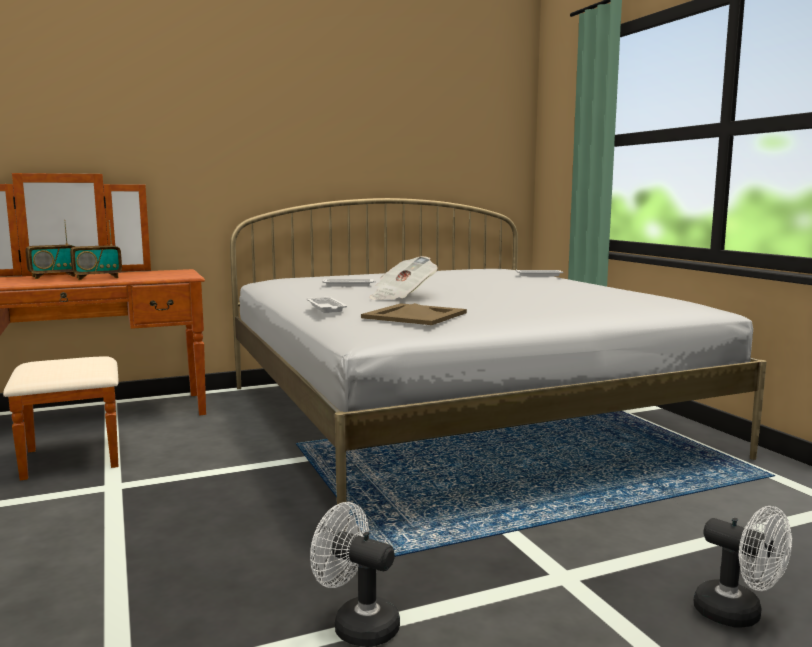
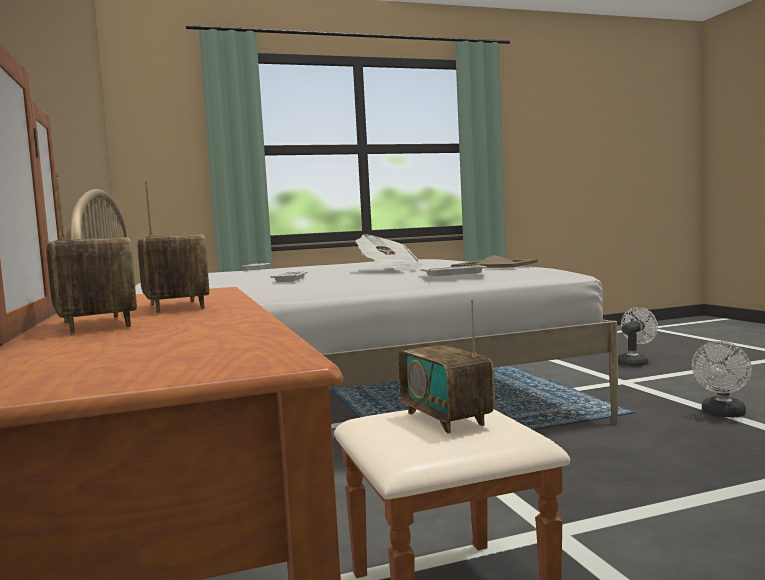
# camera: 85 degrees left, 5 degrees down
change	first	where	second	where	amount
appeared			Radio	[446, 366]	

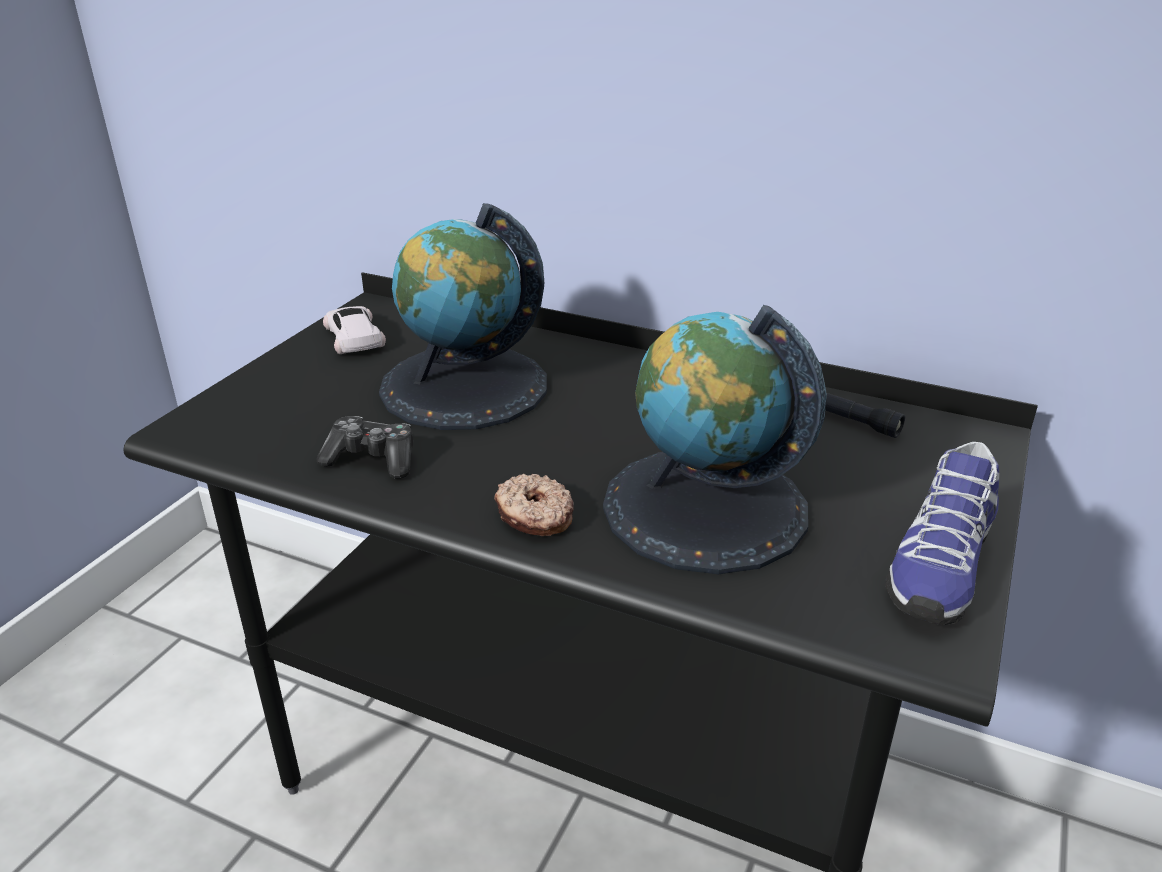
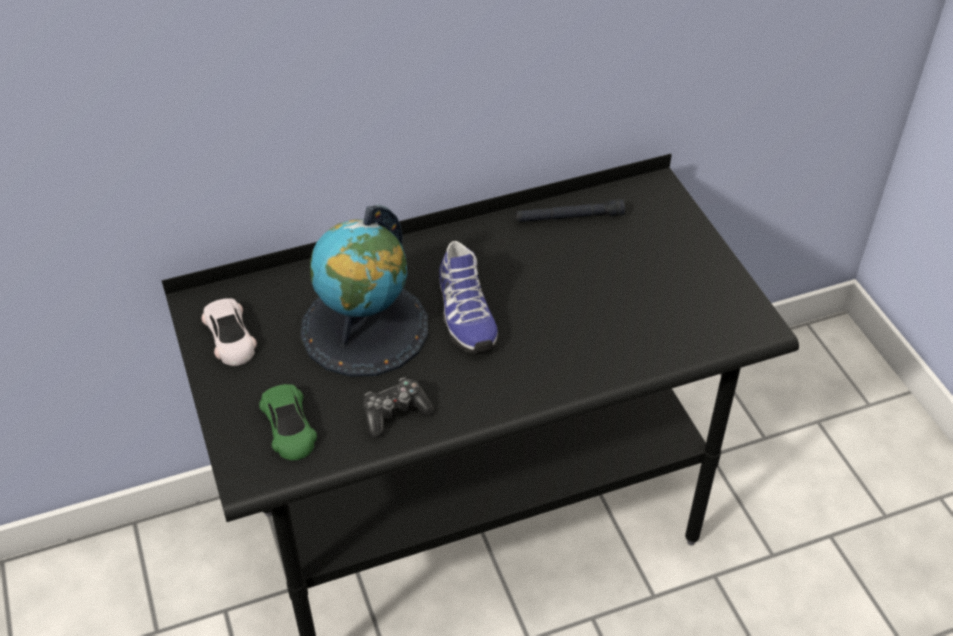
# camera: 45 degrees left, 15 degrees up
change	first	where	second	where	amount
missing	Donut	[534, 505]			
missing	Globe	[715, 439]			
appeared			GreenToyCar	[288, 422]	
relocated	Shoe	[942, 533]		[468, 297]	
spun	WhiteToyCar	[354, 330]		[229, 332]	135 degrees counterclockwise

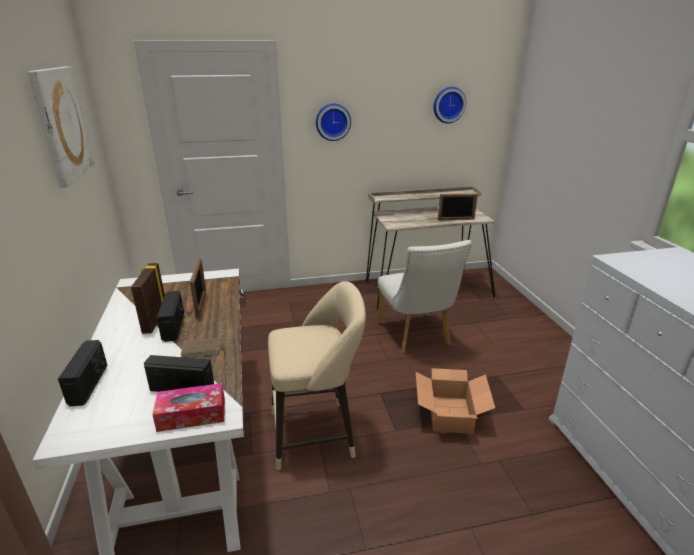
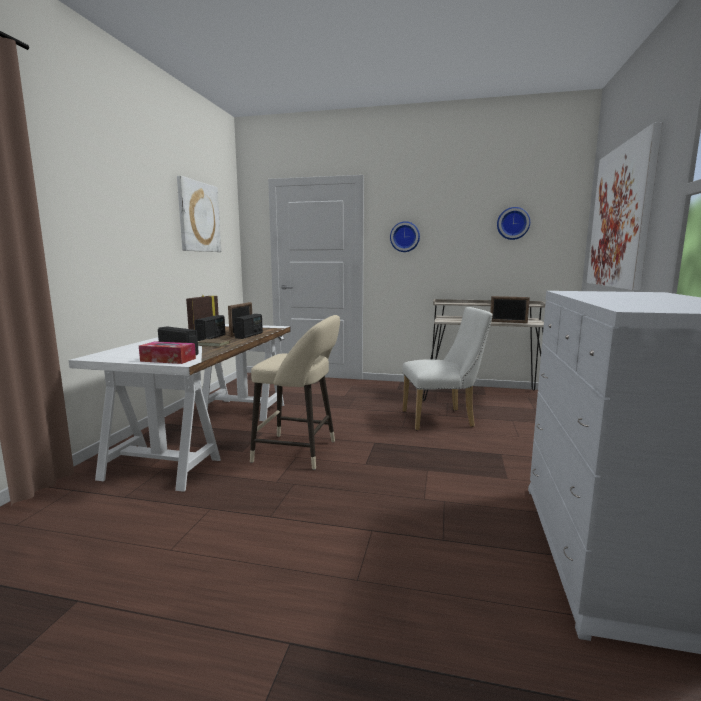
# camera: 25 degrees right, 15 degrees down
change	first	where	second	where	amount
missing	CardboardBox	[455, 401]			
appeared			Picture	[624, 206]	
relocated	Radio	[83, 373]		[248, 326]	
spun	WhiteChair	[425, 296]		[447, 368]	105 degrees counterclockwise

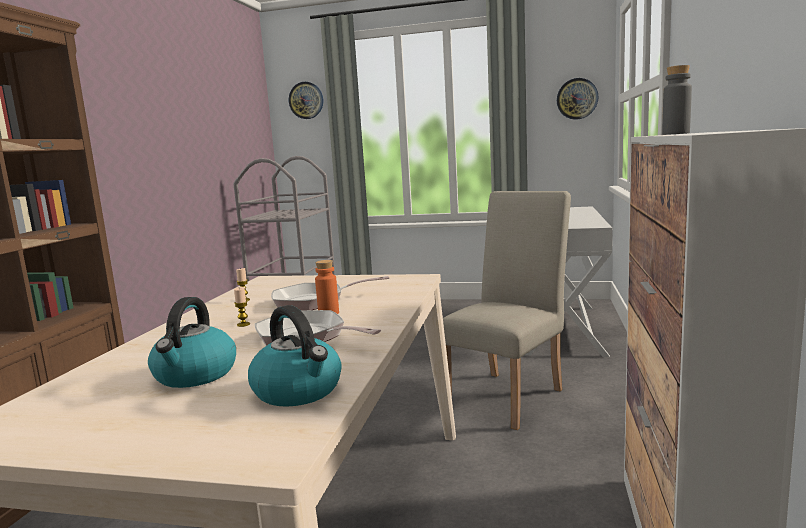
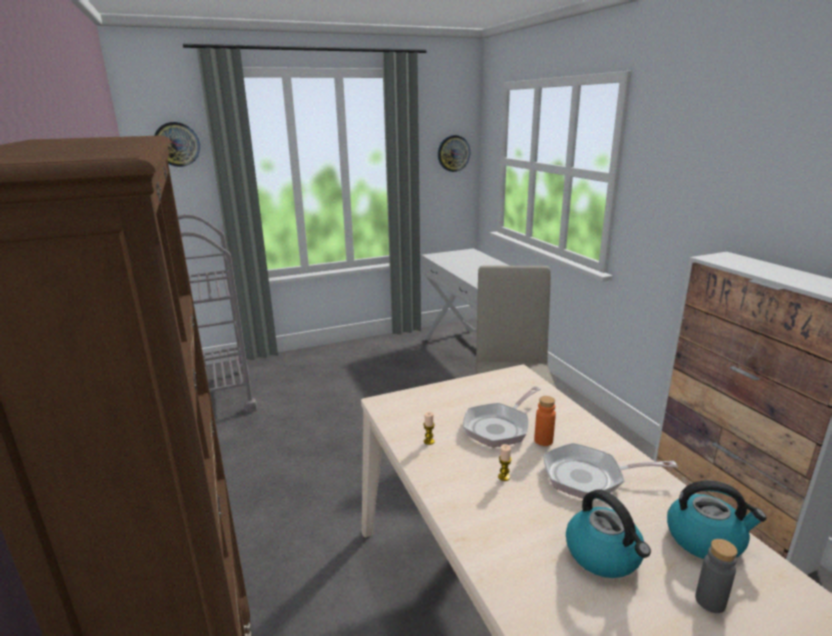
# camera: 35 degrees left, 10 degrees up
change	first	where	second	where	amount
relocated	GreyBottle	[677, 100]		[716, 576]	

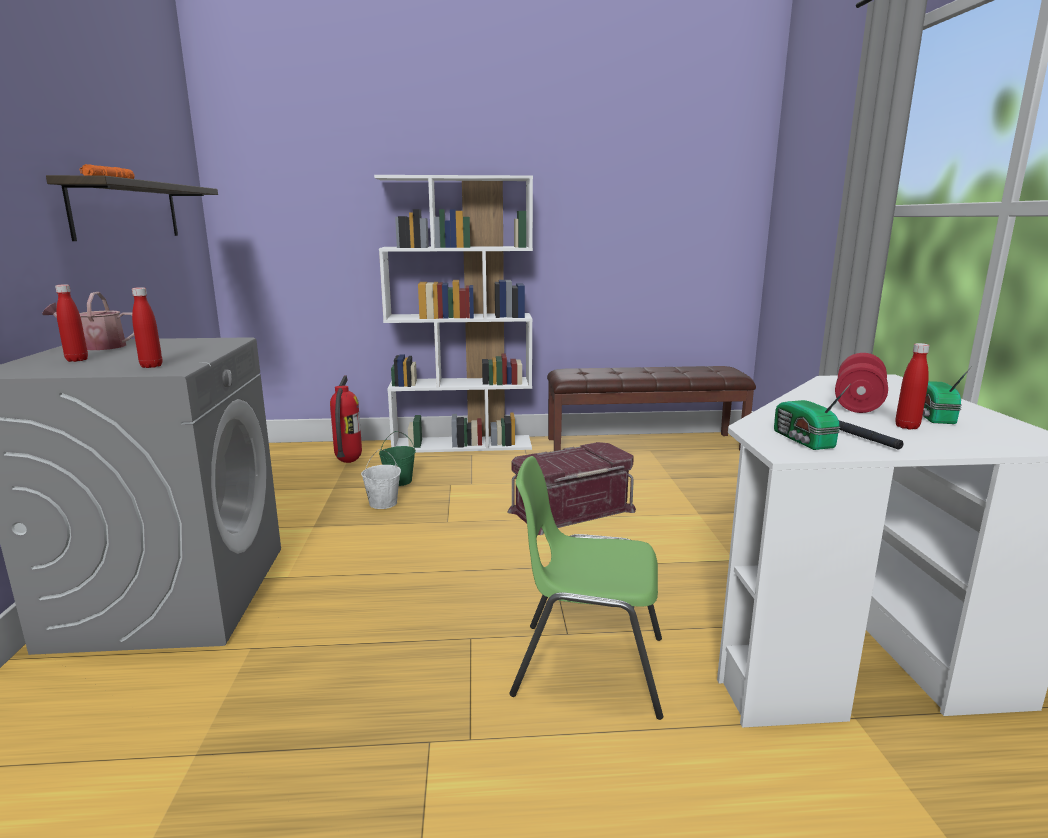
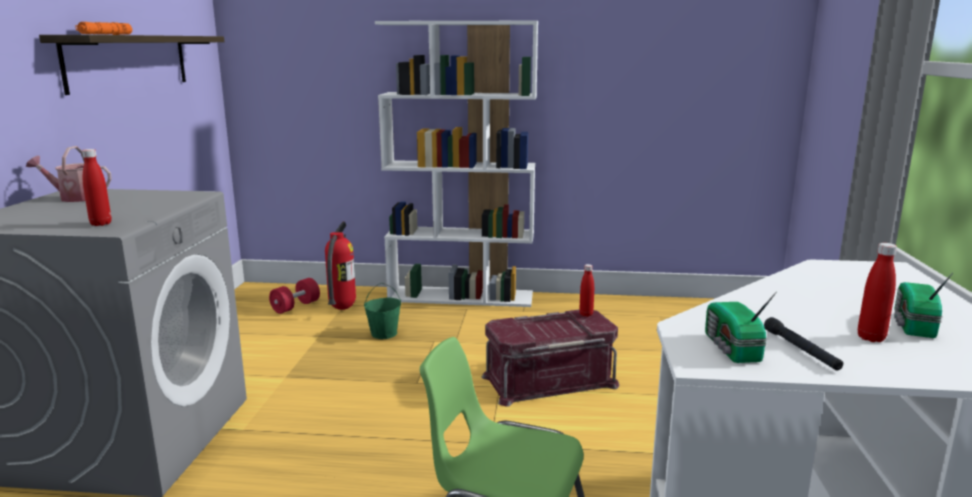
# camera: 10 degrees right, 0 degrees up
change	first	where	second	where	amount
missing	WhiteBucket	[381, 479]			
missing	BrownBench	[651, 408]			
relocated	RedBottle	[71, 323]		[586, 290]	
relocated	RedDumbbell	[861, 383]		[294, 296]	

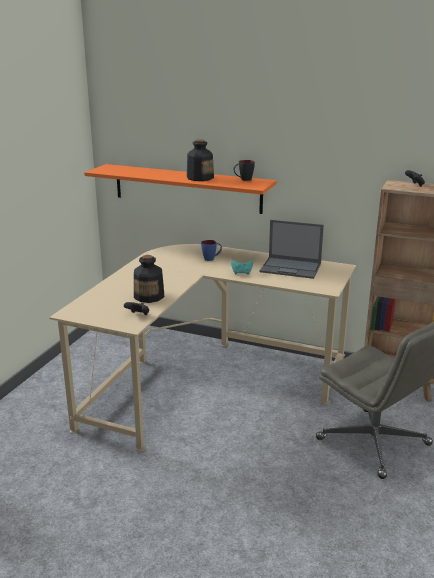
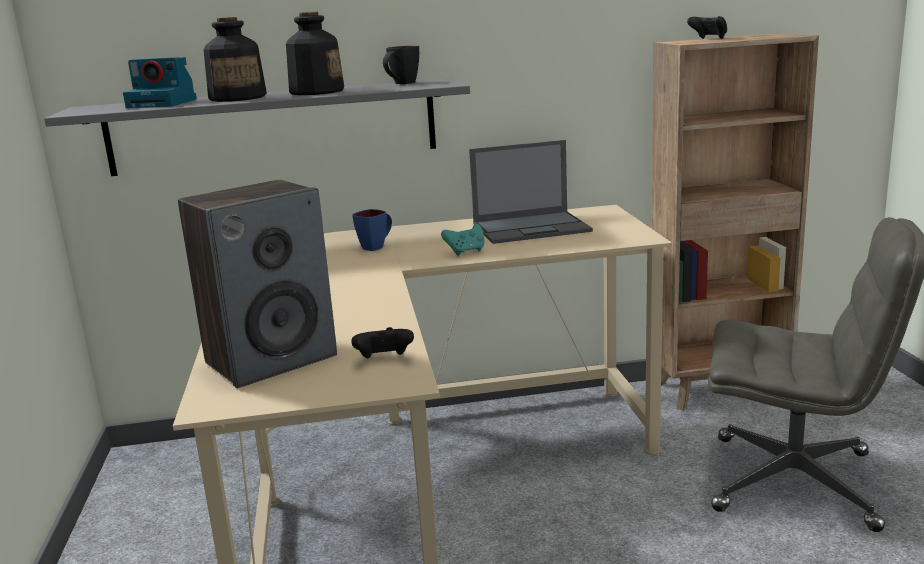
# camera: 30 degrees left, 5 degrees down
change	first	where	second	where	amount
appeared			PhotoCamera	[160, 82]	
appeared			Speaker	[257, 284]	
relocated	Bottle	[149, 279]		[235, 59]	
colour	OrangeShelf	[180, 189]	GreyShelf	[257, 127]	

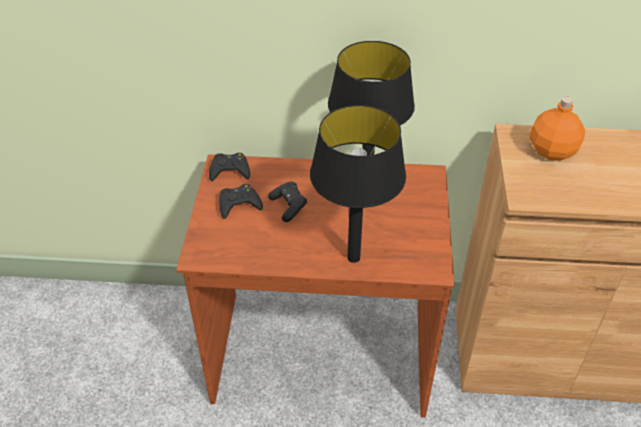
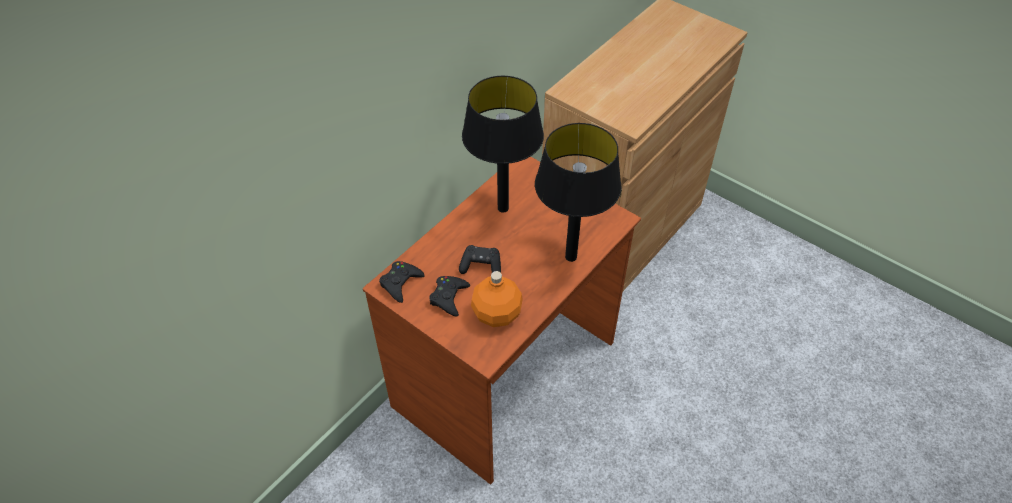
# camera: 55 degrees left, 5 degrees up
change	first	where	second	where	amount
relocated	OrangeBottle	[557, 128]		[497, 299]	

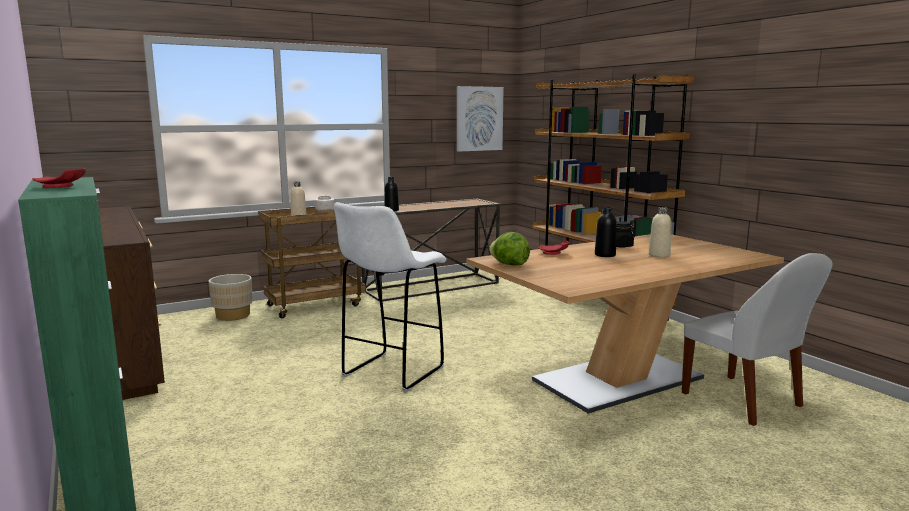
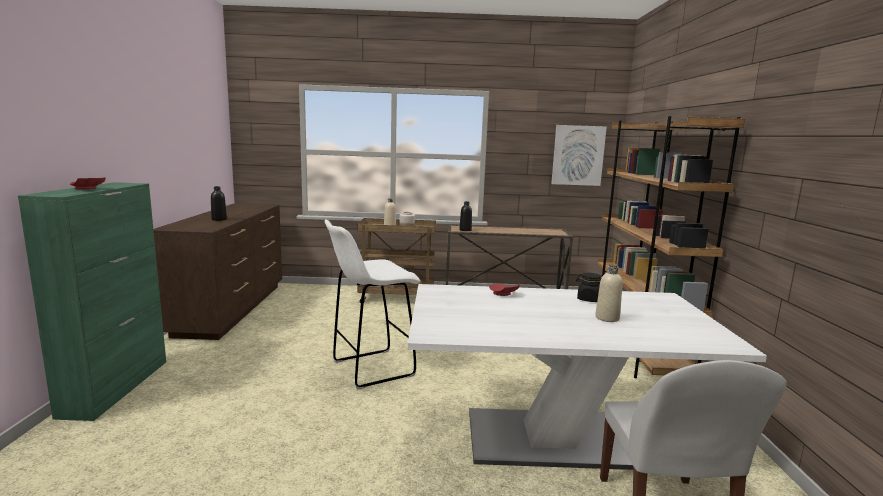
# camera: 30 degrees right, 0 degrees up
change	first	where	second	where	amount
missing	BeigePlanter	[231, 297]			
missing	Lettuce	[509, 248]			
relocated	BlackBottle	[606, 232]		[219, 203]	
colour	BrownDiningTable	[625, 324]	WhiteDiningTable	[587, 377]	

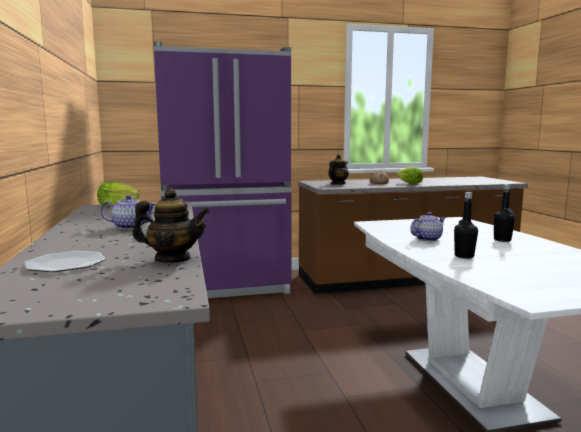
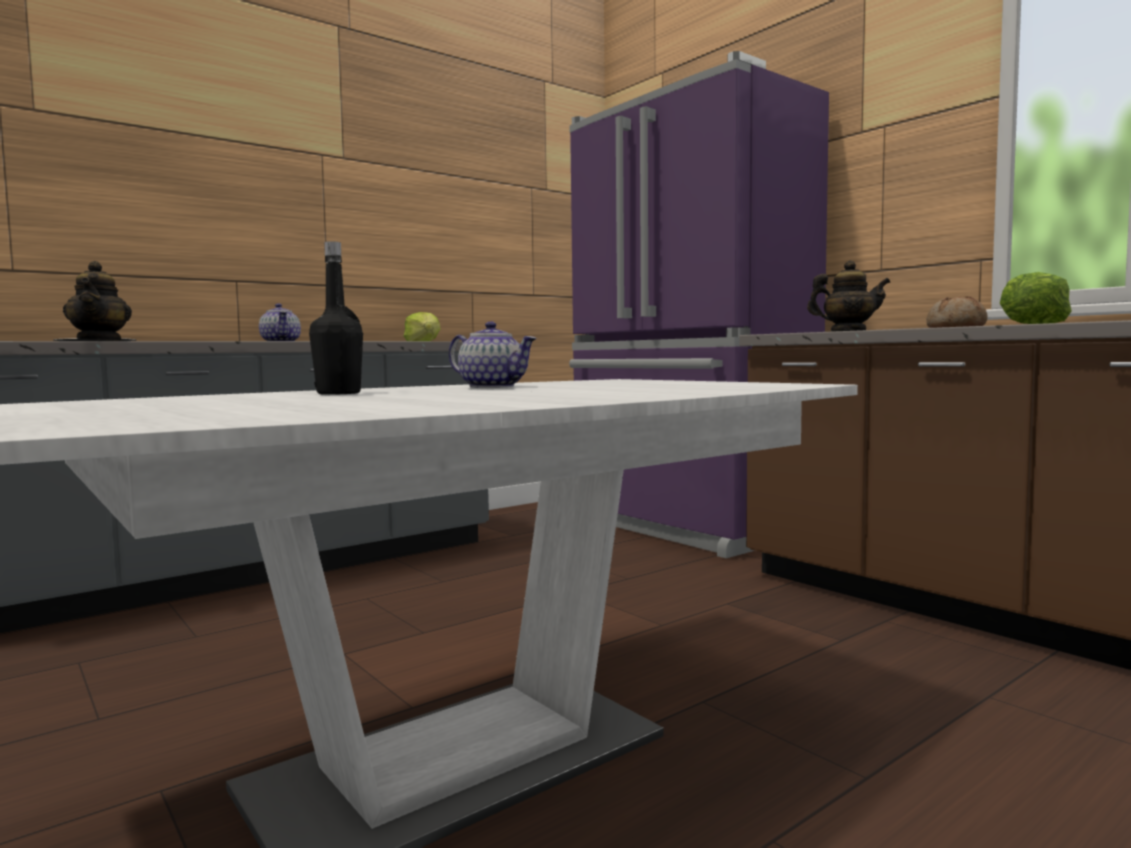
# camera: 65 degrees right, 5 degrees down
change	first	where	second	where	amount
missing	BlackBottle	[504, 213]			

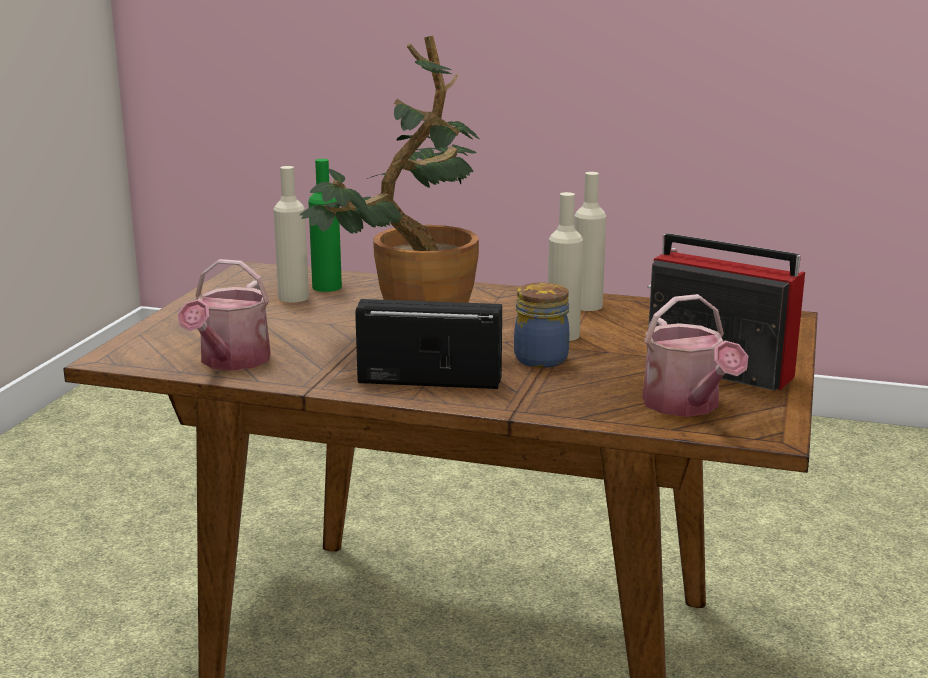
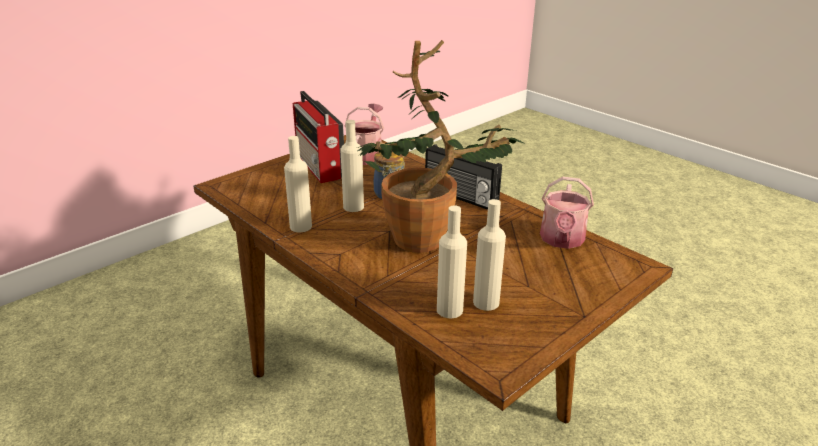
# camera: 150 degrees left, 10 degrees up
change	first	where	second	where	amount
colour	GreenBottle	[325, 225]	BeigeBottle	[452, 262]	
spun	WateringCan	[224, 315]		[567, 213]	150 degrees clockwise

